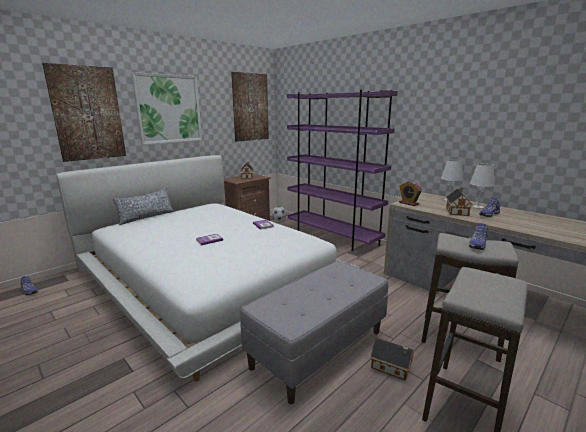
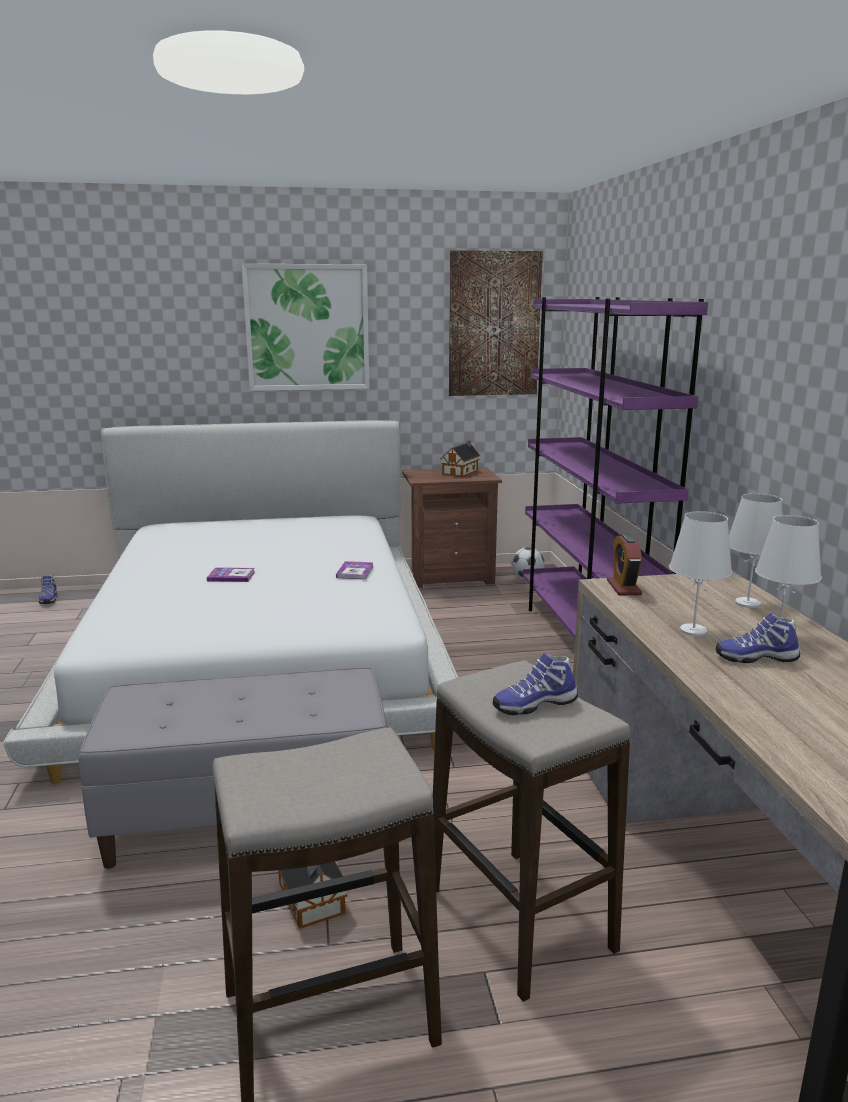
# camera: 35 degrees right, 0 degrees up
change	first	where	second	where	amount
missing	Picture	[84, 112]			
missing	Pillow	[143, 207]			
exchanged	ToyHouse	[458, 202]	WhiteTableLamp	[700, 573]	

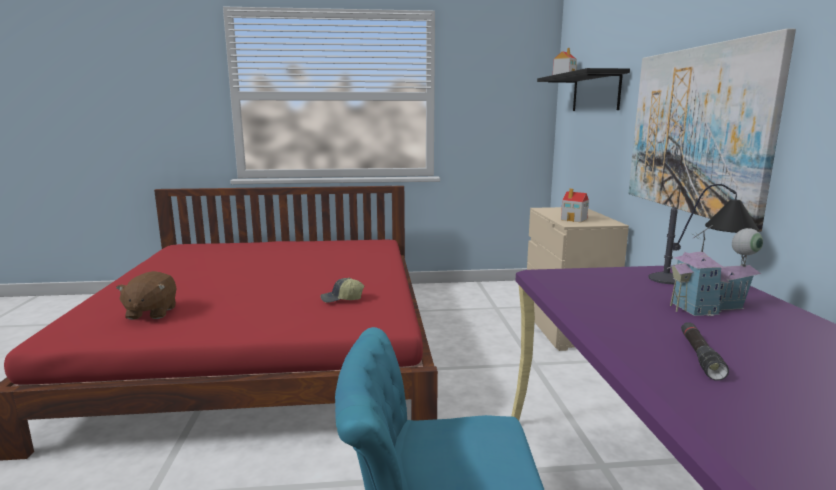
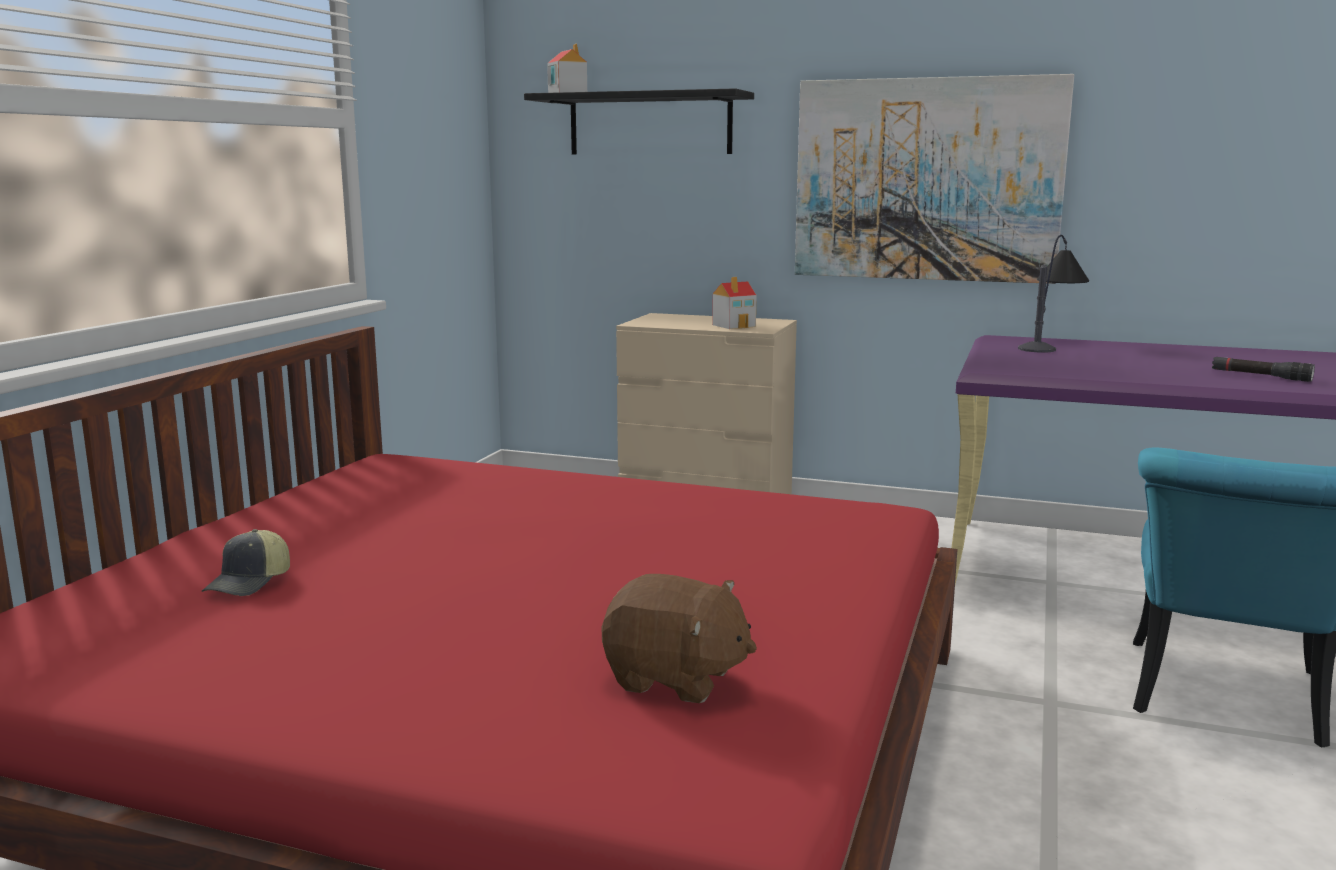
# camera: 65 degrees left, 0 degrees up
change	first	where	second	where	amount
missing	ToyHouse	[715, 270]			
relocated	Cap	[342, 290]		[246, 562]	

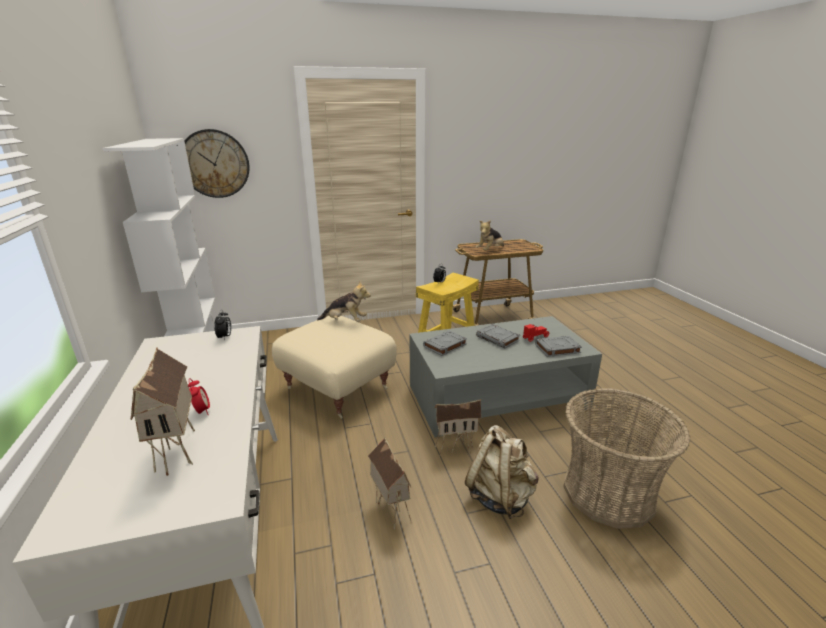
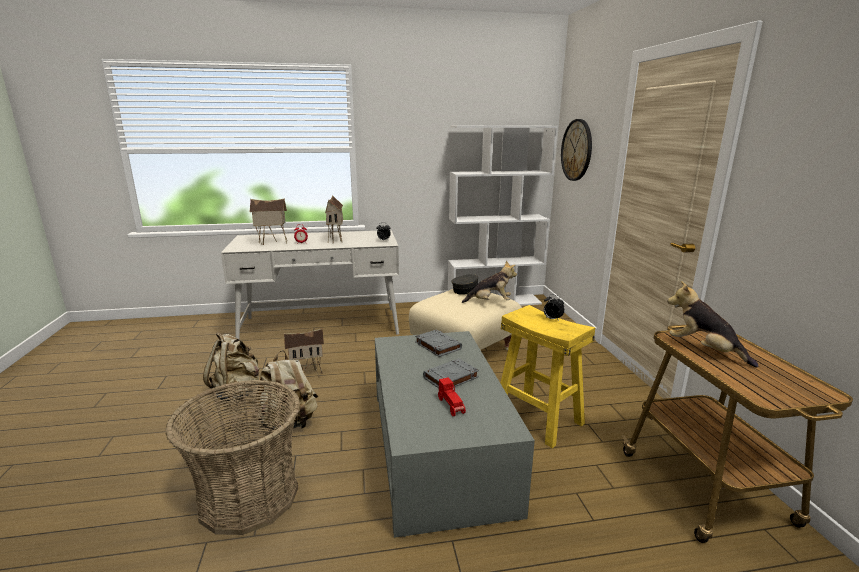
# camera: 95 degrees right, 5 degrees down
change	first	where	second	where	amount
missing	GreyBook	[558, 346]			
appeared			BeigeBackpack	[231, 366]	
appeared			GreyCap	[465, 284]	
relocated	ToyHouse	[457, 428]		[334, 219]	
spun	PlushToy	[344, 301]		[489, 282]	105 degrees counterclockwise

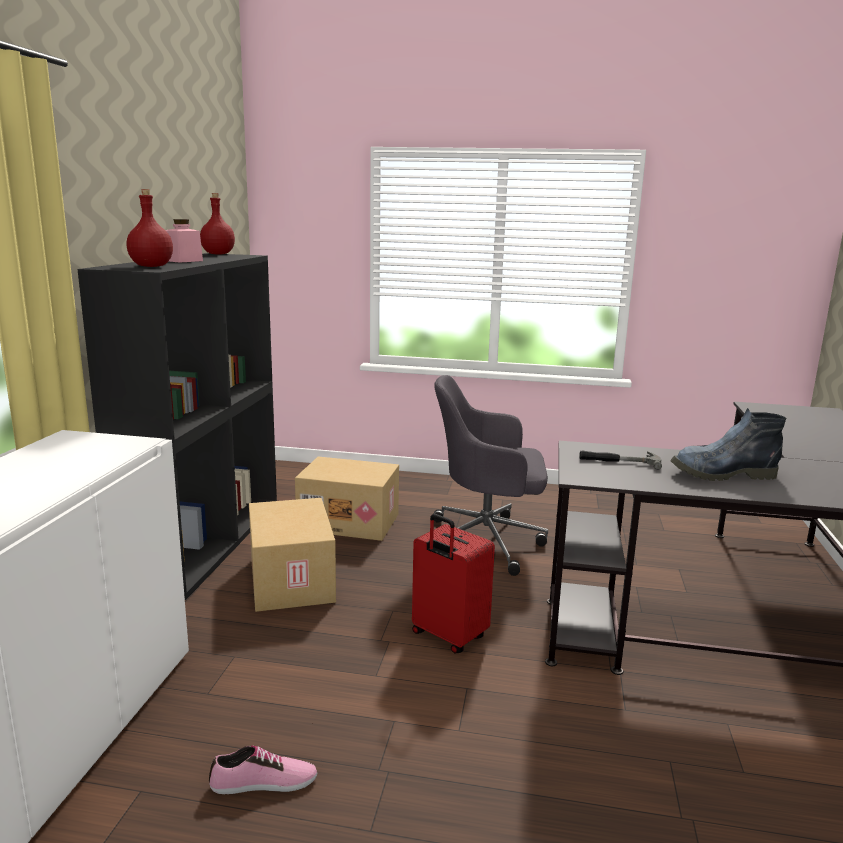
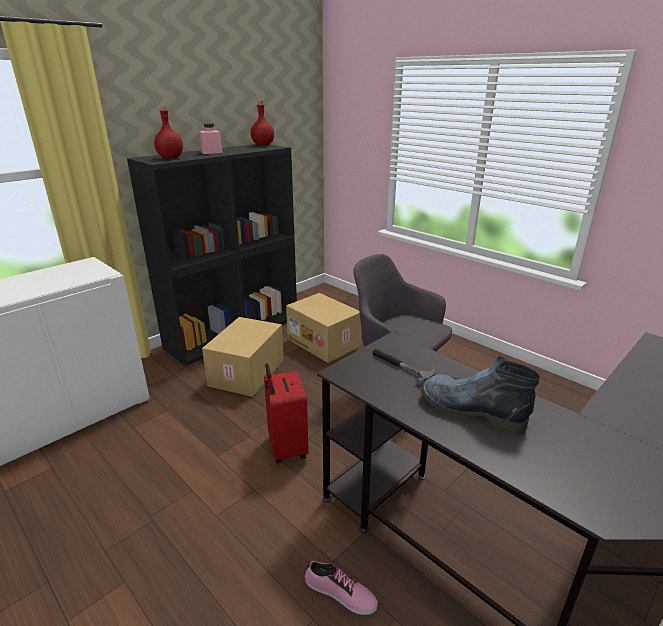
# camera: 35 degrees right, 10 degrees up
change	first	where	second	where	amount
relocated	Shoe	[263, 769]		[341, 588]	

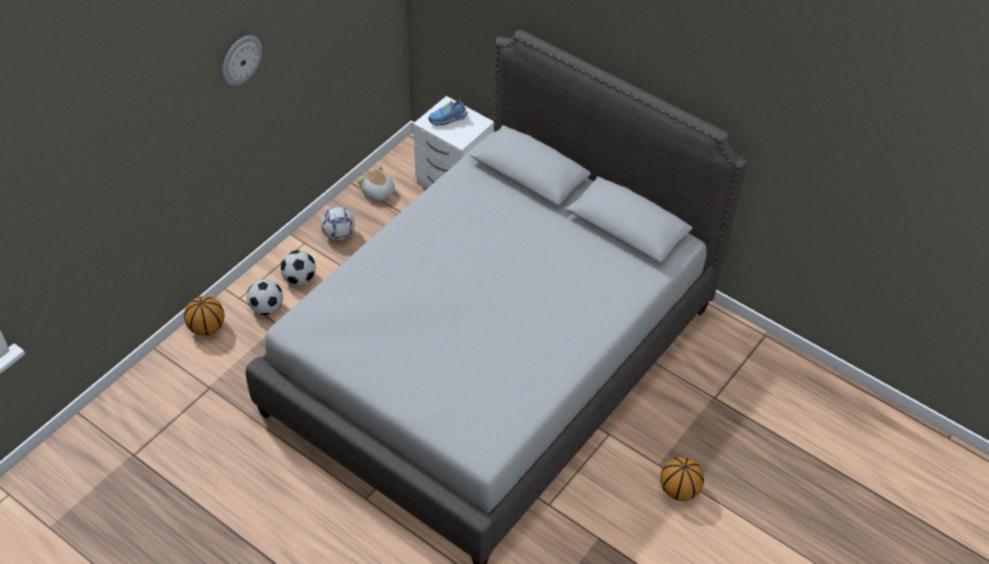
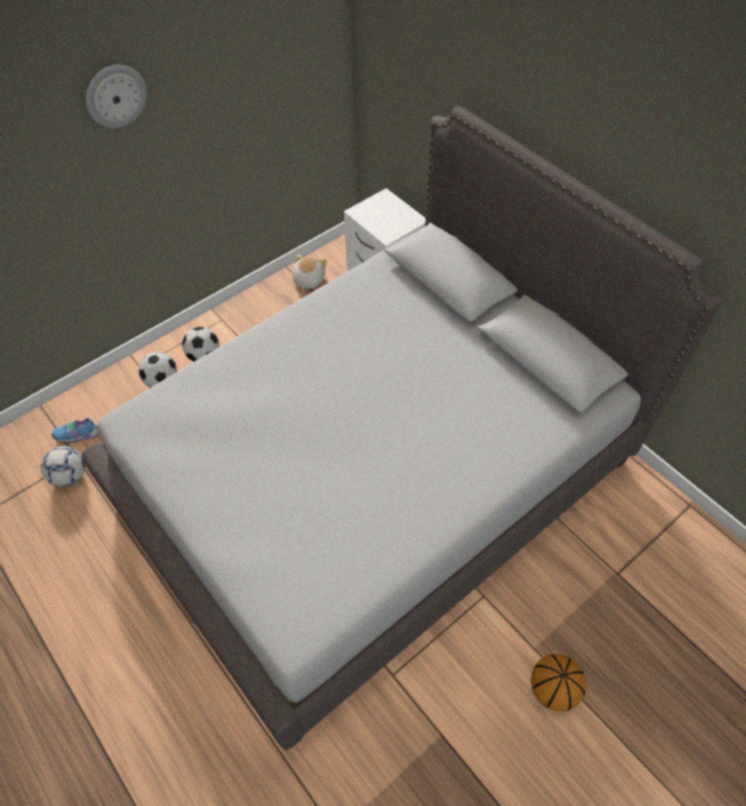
# camera: 15 degrees right, 5 degrees up
change	first	where	second	where	amount
missing	Basketball	[204, 316]			
relocated	Football	[338, 223]		[63, 466]	
relocated	Shoe	[448, 111]		[75, 430]	
spun	PlushToy	[375, 183]		[310, 272]	45 degrees clockwise

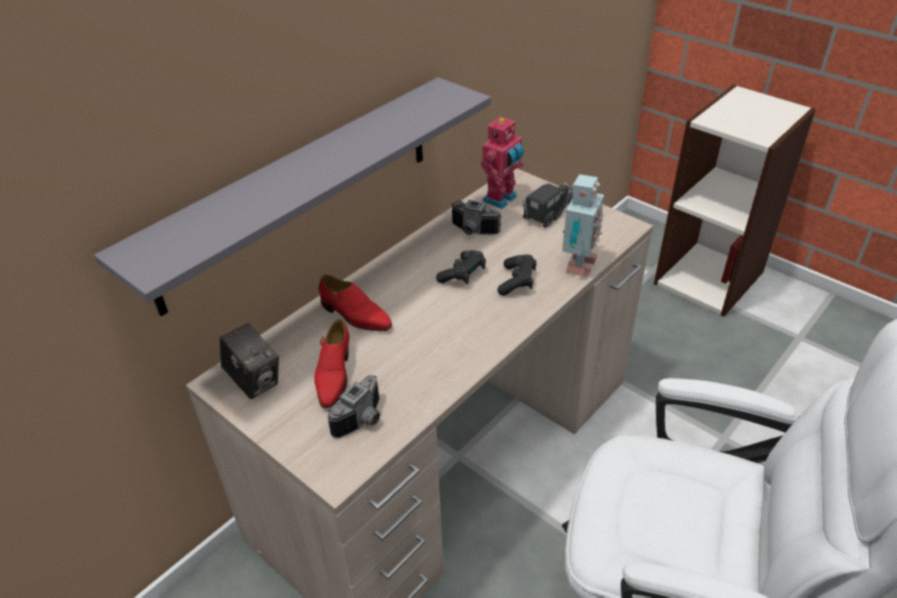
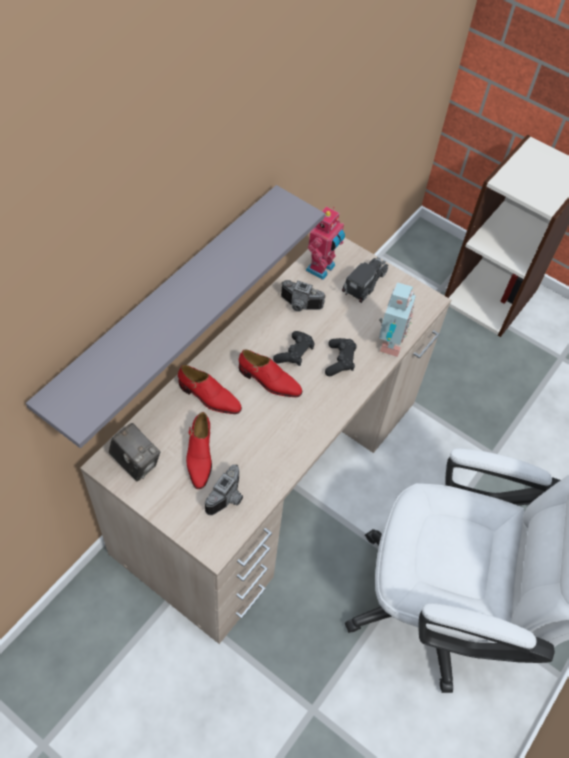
# camera: 10 degrees left, 15 degrees up
change	first	where	second	where	amount
appeared			RedShoe	[270, 373]	

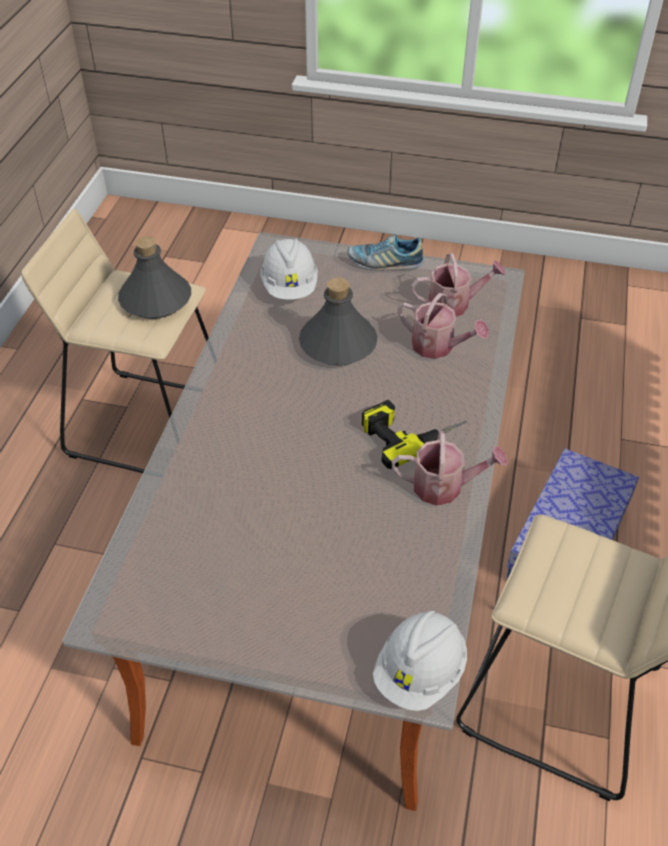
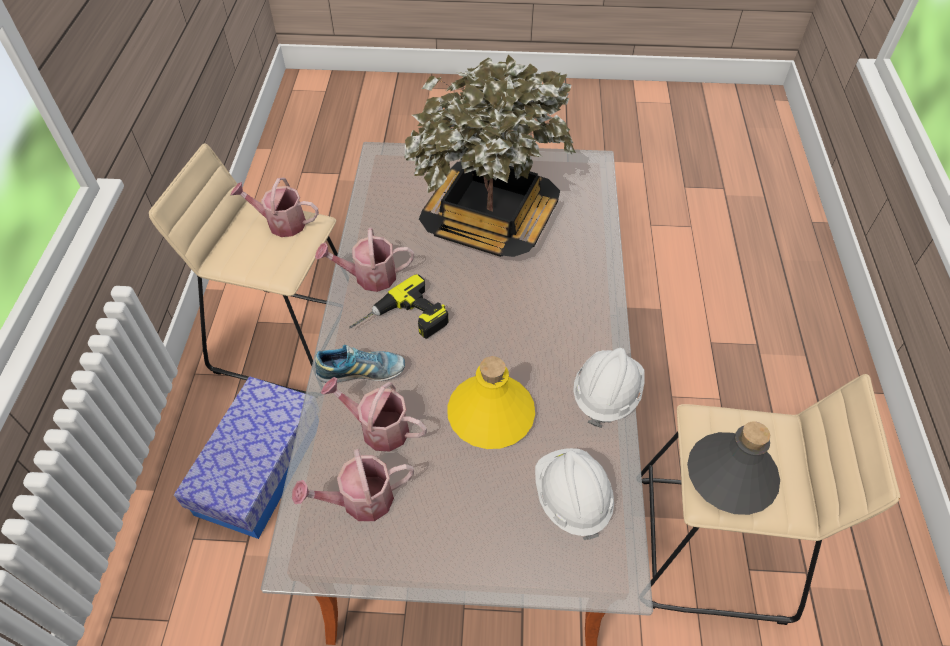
# camera: 170 degrees right, 5 degrees up
change	first	where	second	where	amount
appeared			WateringCan	[275, 207]	
appeared			PottedPlant	[490, 155]	
relocated	Shoe	[386, 252]		[360, 364]	
relocated	WhiteHardHat	[420, 661]		[609, 388]	
colour	GreyBottle	[338, 321]	YellowBottle	[491, 402]	

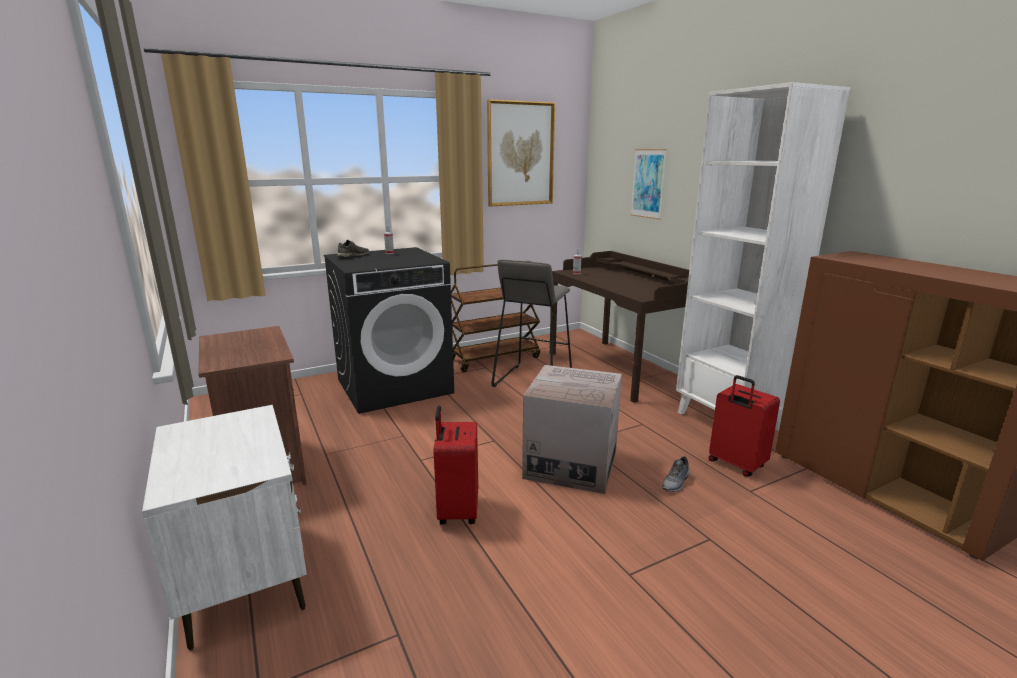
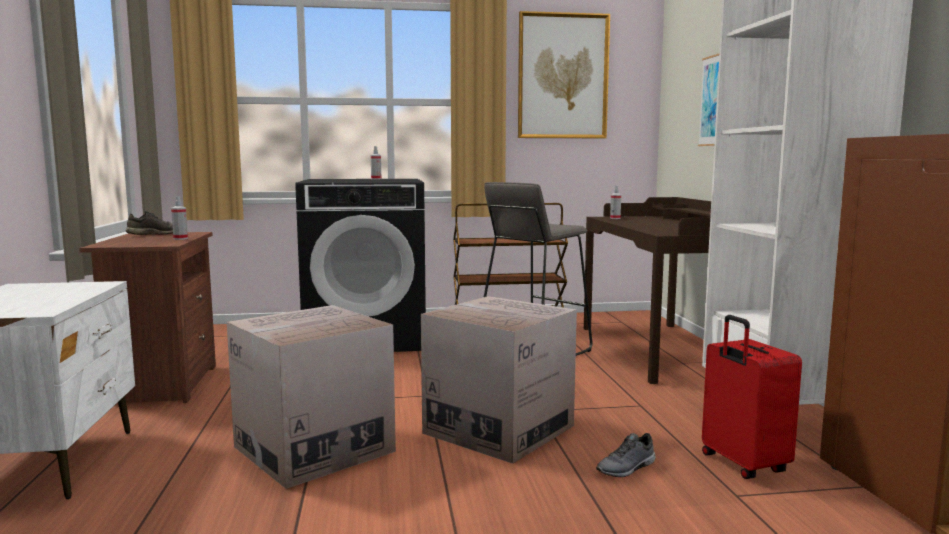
# camera: 20 degrees right, 10 degrees down
change	first	where	second	where	amount
appeared			SprayBottle	[179, 218]	
relocated	GreyShoe	[353, 249]		[149, 223]	
exchanged	RedSuitcase	[455, 465]	CardboardBox	[311, 397]	

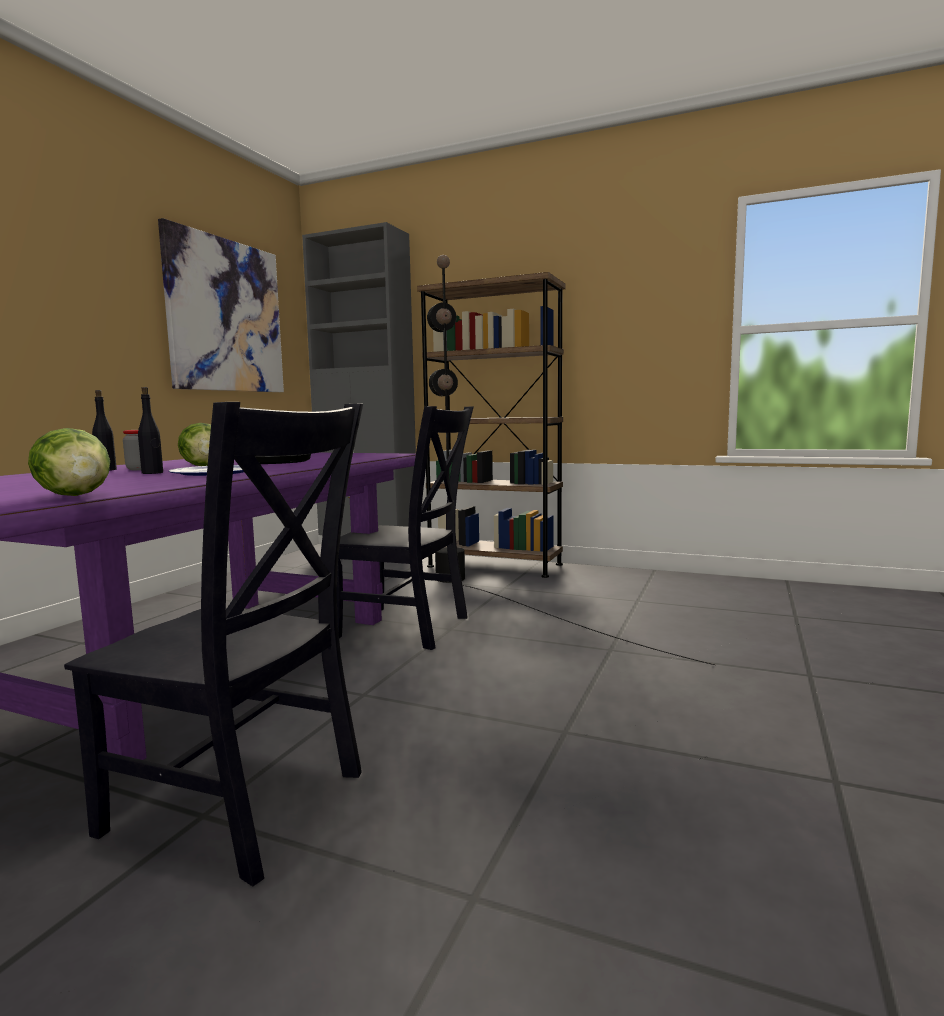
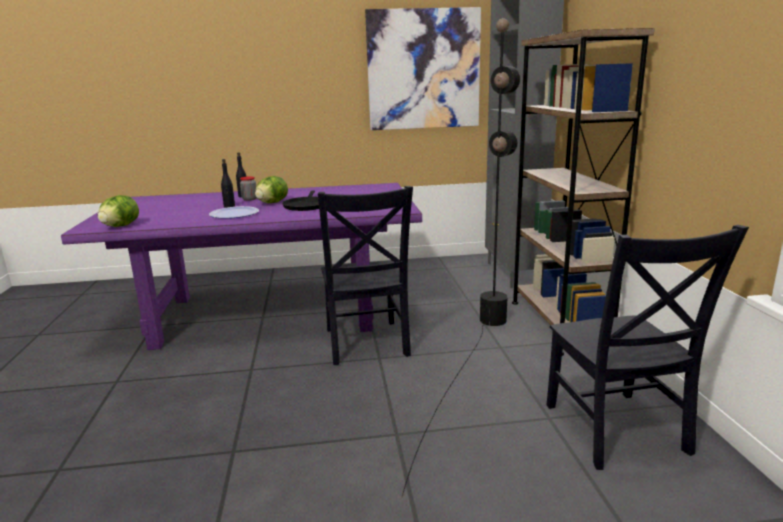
# camera: 60 degrees right, 10 degrees up
change	first	where	second	where	amount
relocated	BlackChair	[213, 644]		[647, 347]	

